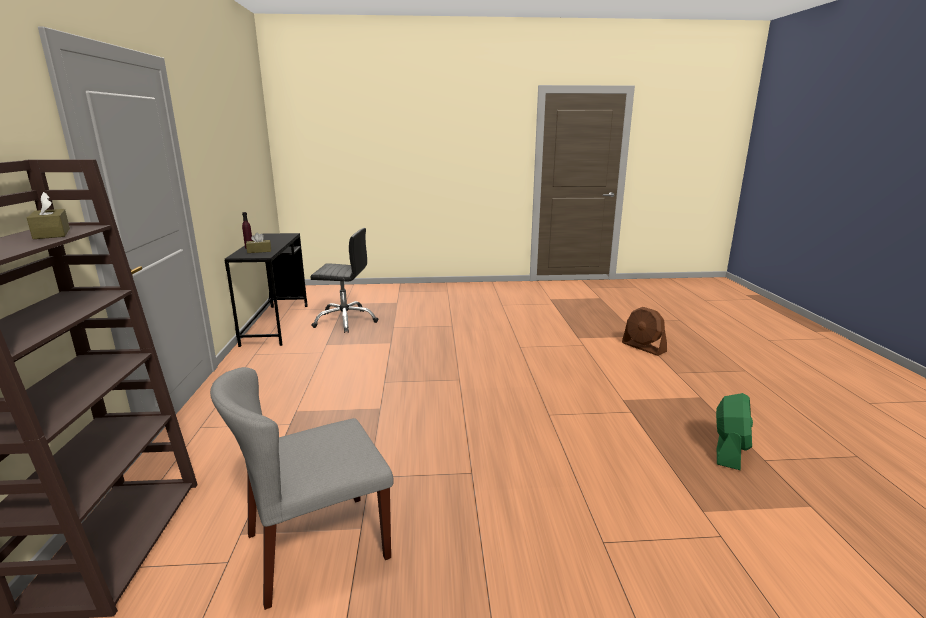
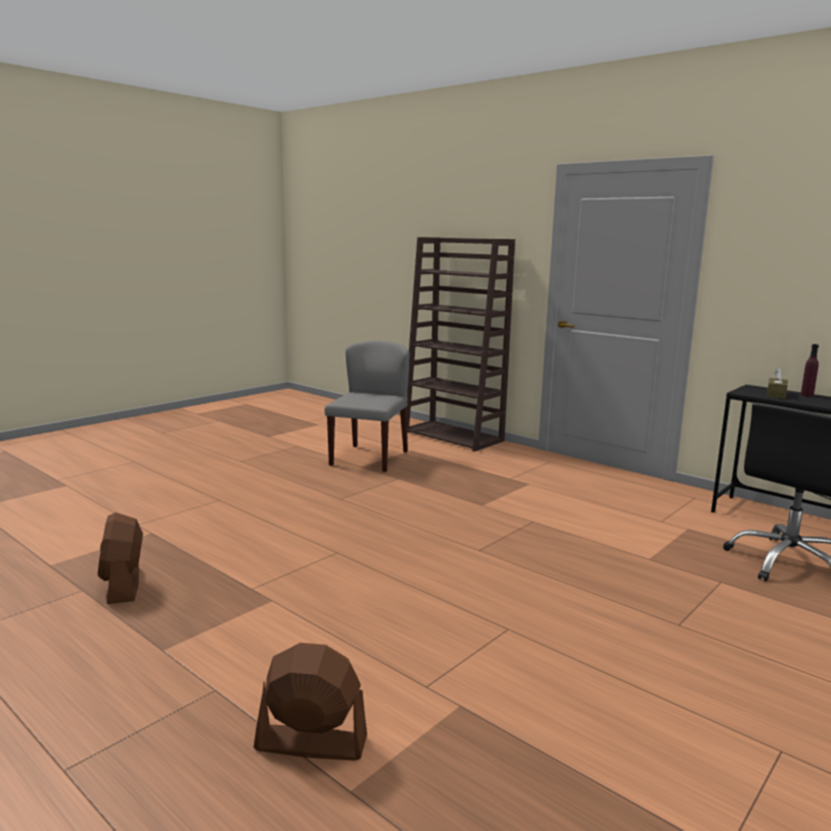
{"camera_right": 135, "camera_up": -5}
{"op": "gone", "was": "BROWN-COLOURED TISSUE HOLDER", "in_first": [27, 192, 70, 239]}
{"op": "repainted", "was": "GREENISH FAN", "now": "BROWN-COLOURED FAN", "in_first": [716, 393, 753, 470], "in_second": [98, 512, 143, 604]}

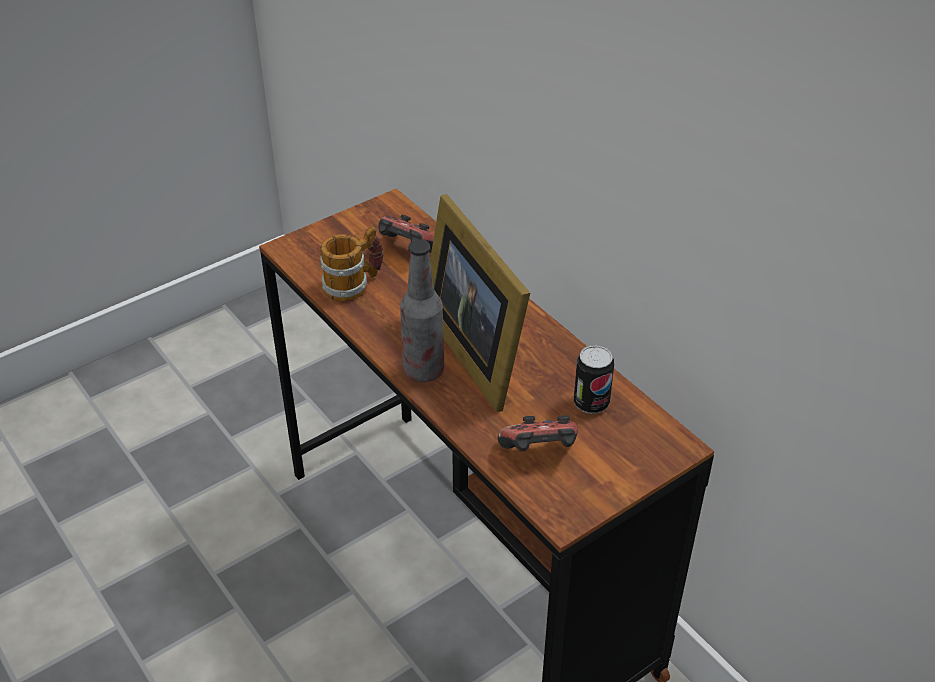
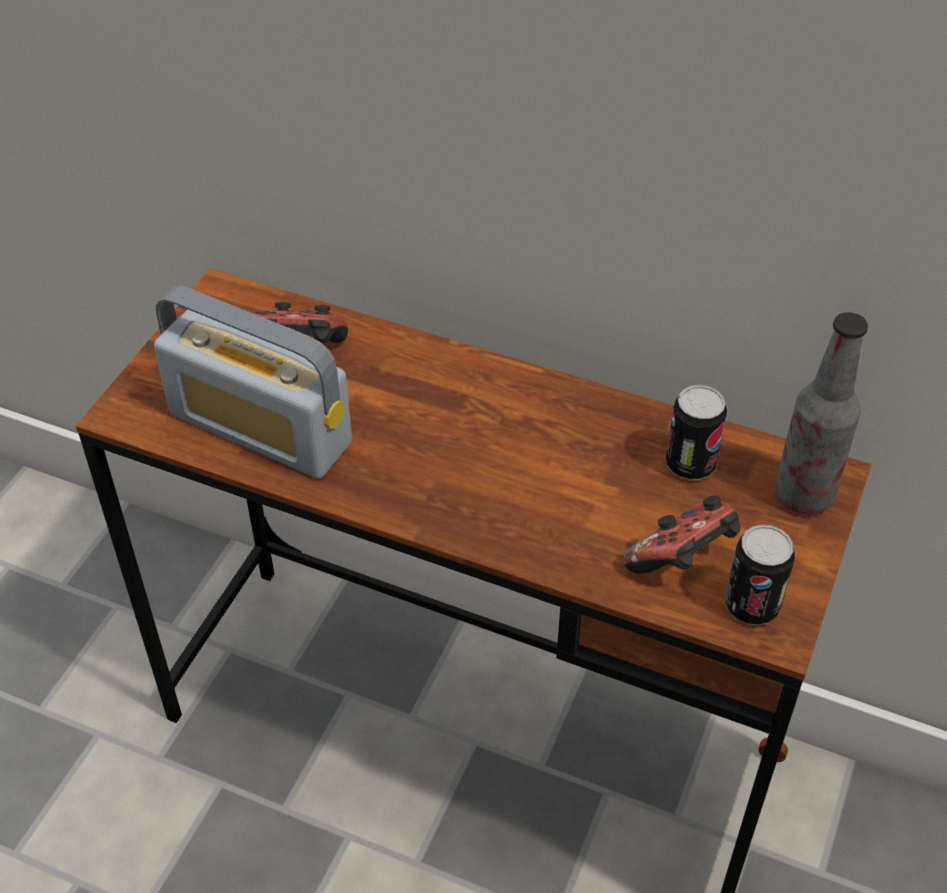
{"camera_right": -30, "camera_up": 5}
{"op": "swapped", "was": "MUG", "now": "RADIO RECEIVER", "in_first": [320, 226, 384, 301], "in_second": [154, 286, 352, 479]}
{"op": "shifted", "was": "DRINK BOTTLE", "in_first": [400, 240, 444, 382], "in_second": [775, 312, 868, 514]}
{"op": "gone", "was": "PICTURE FRAME", "in_first": [430, 194, 530, 412]}
{"op": "new", "now": "SEALED CAN", "in_second": [725, 524, 795, 626]}

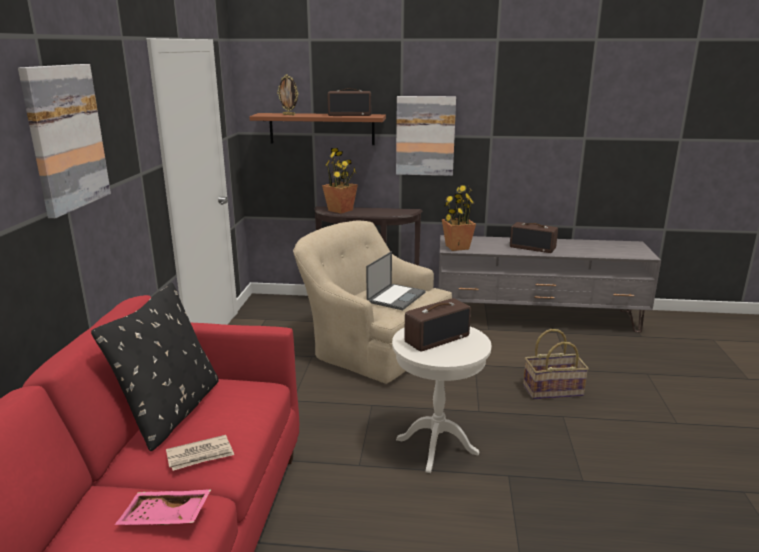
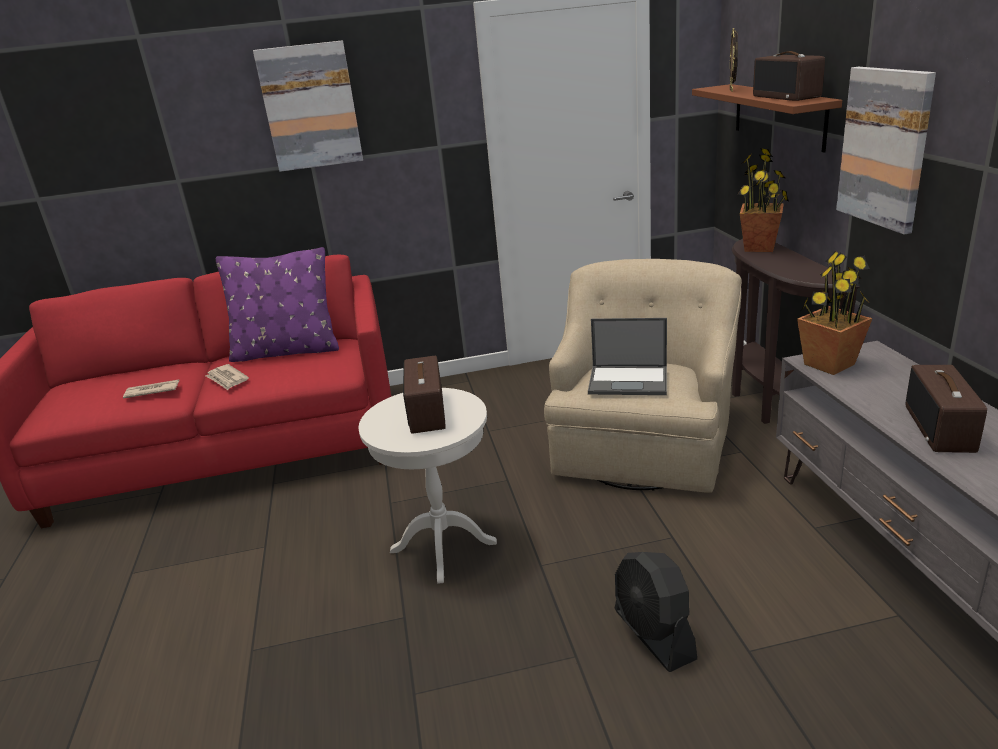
{"camera_right": 75, "camera_up": 5}
{"op": "repainted", "was": "BLACK THROW PILLOW", "now": "PURPLE THROW PILLOW", "in_first": [91, 282, 219, 451], "in_second": [216, 247, 339, 362]}
{"op": "swapped", "was": "PINK-COLOURED CARRYING TRAY", "now": "NEWSPAPER", "in_first": [115, 489, 212, 525], "in_second": [123, 379, 179, 398]}
{"op": "rotated", "was": "RADIO RECEIVER", "in_first": [404, 298, 471, 352], "in_second": [403, 356, 446, 434], "clockwise": 45}
{"op": "swapped", "was": "STORAGE BASKET", "now": "BLACK FAN", "in_first": [523, 329, 589, 400], "in_second": [615, 552, 697, 672]}

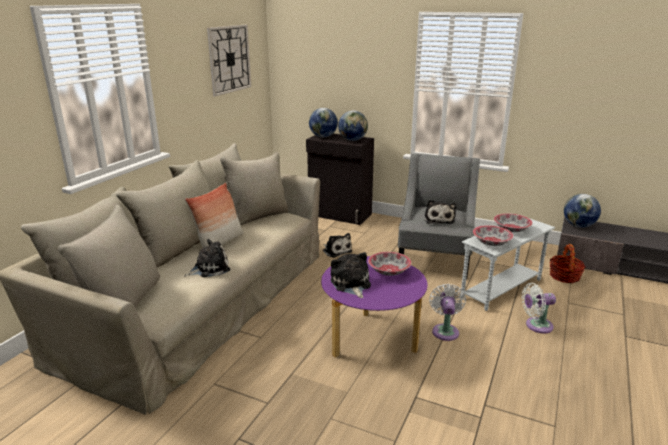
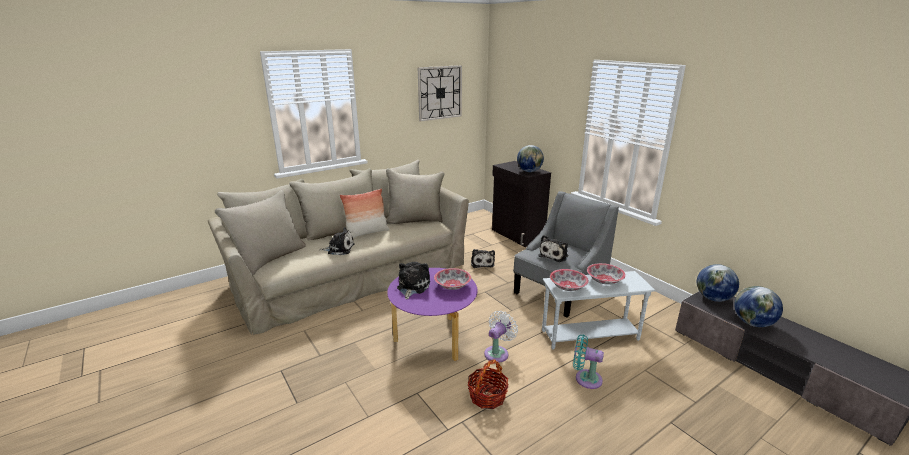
{"camera_right": 30, "camera_up": 0}
{"op": "shifted", "was": "DESK GLOBE", "in_first": [309, 108, 338, 138], "in_second": [734, 286, 783, 327]}
{"op": "repainted", "was": "WHITE-COLOURED FAN", "now": "BLUE-GREEN FAN", "in_first": [521, 283, 556, 333], "in_second": [573, 334, 604, 389]}
{"op": "shifted", "was": "STORAGE BASKET", "in_first": [549, 244, 586, 283], "in_second": [468, 359, 509, 409]}

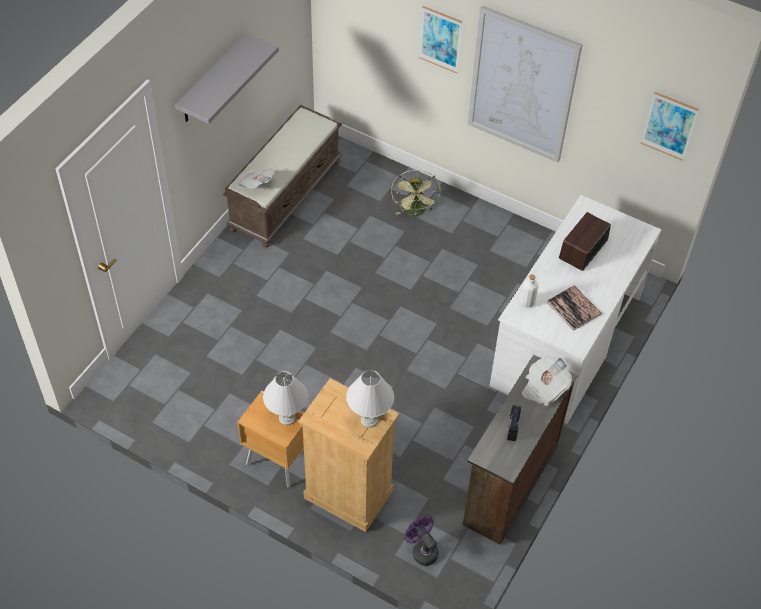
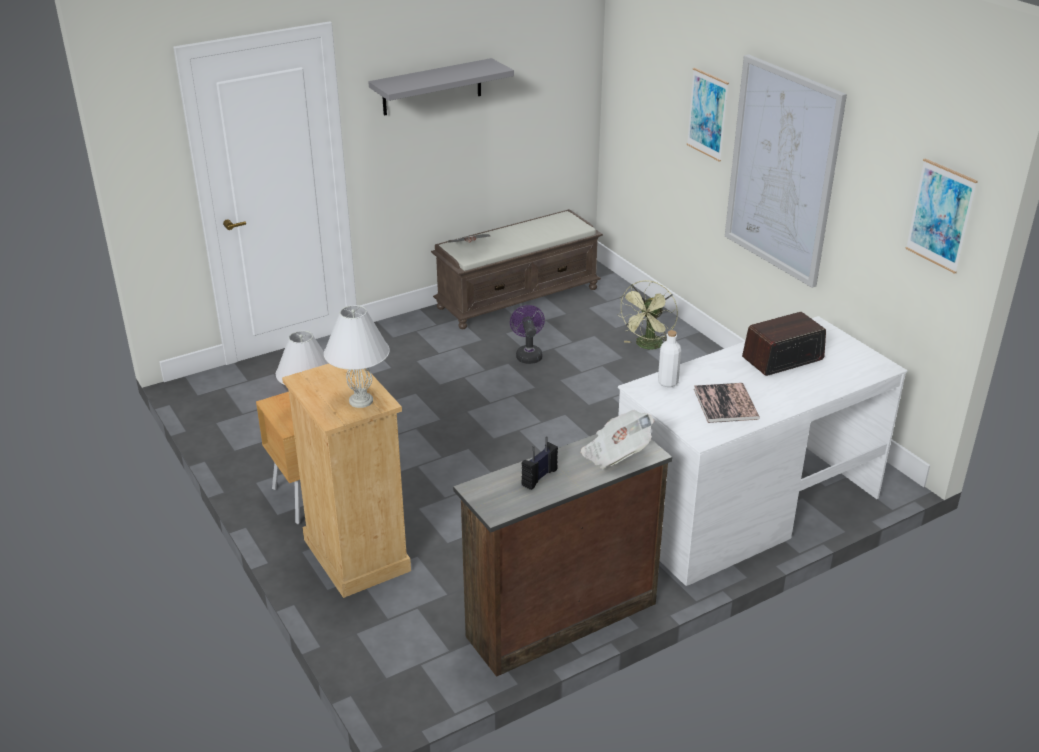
{"camera_right": 30, "camera_up": -20}
{"op": "shifted", "was": "PURPLE FAN", "in_first": [405, 516, 439, 566], "in_second": [510, 305, 545, 364]}

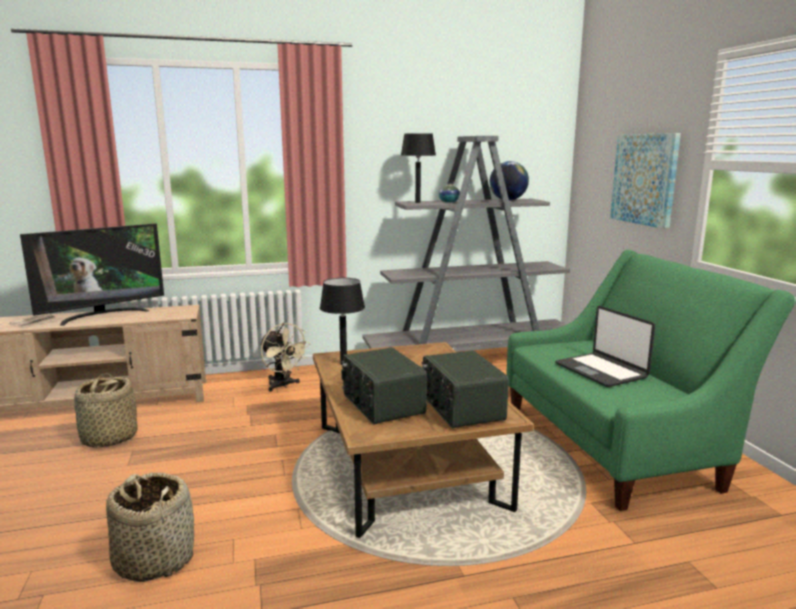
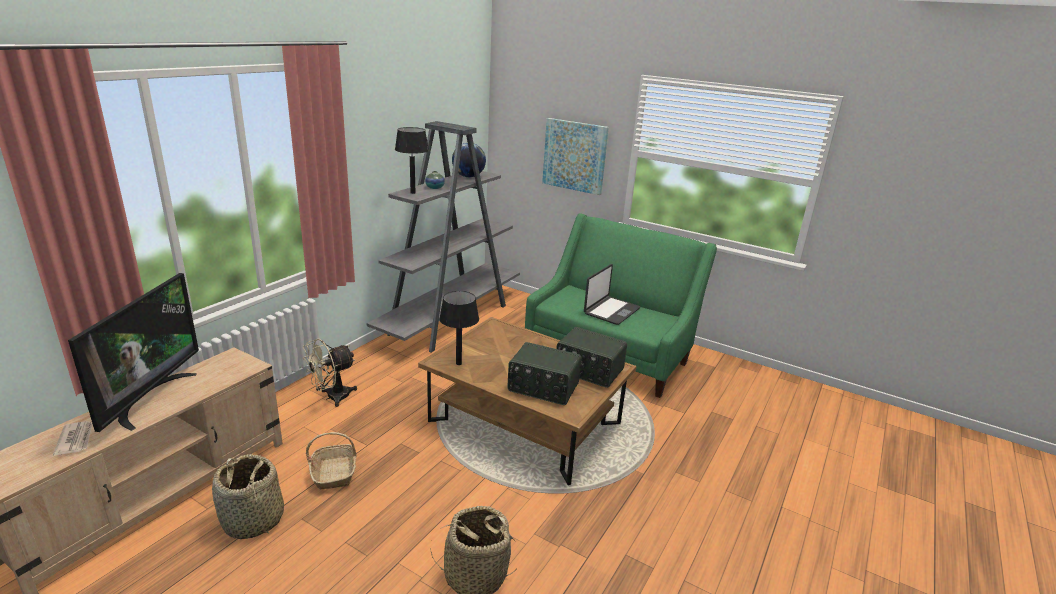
{"camera_right": -45, "camera_up": 10}
{"op": "rotated", "was": "BEIGE-COLOURED FAN", "in_first": [260, 323, 311, 392], "in_second": [303, 339, 357, 407], "clockwise": 135}
{"op": "rotated", "was": "PORTABLE COMPUTER", "in_first": [555, 306, 655, 387], "in_second": [584, 264, 640, 325], "clockwise": -75}
{"op": "new", "now": "STORAGE BASKET", "in_second": [306, 432, 357, 490]}

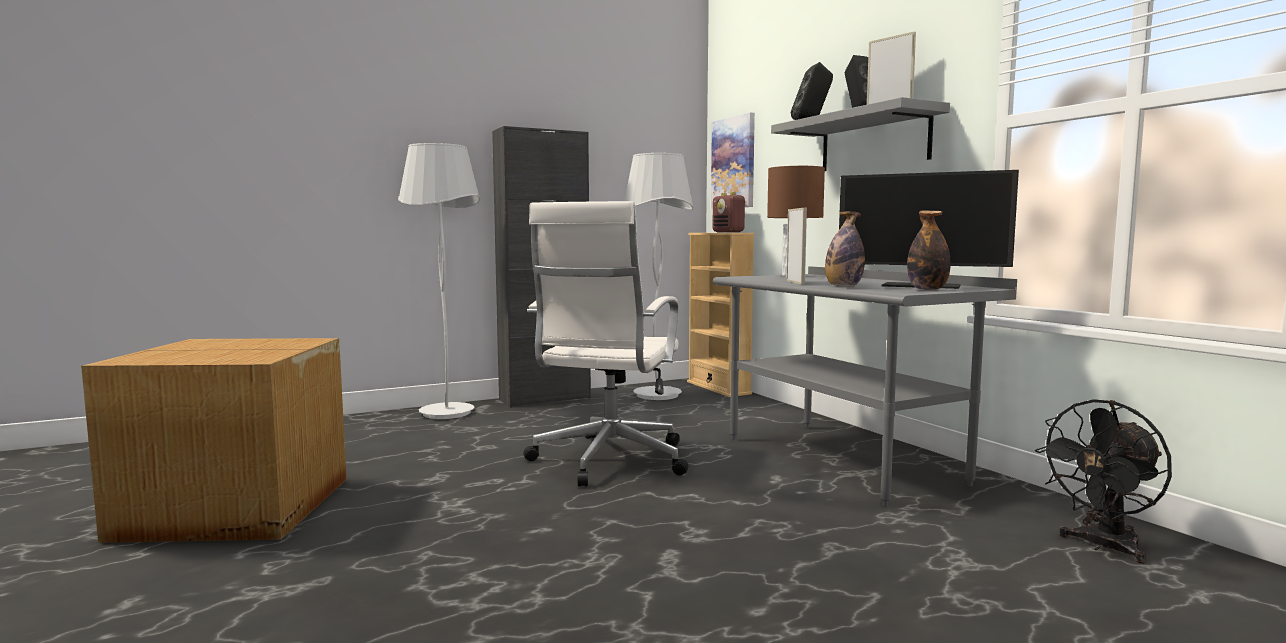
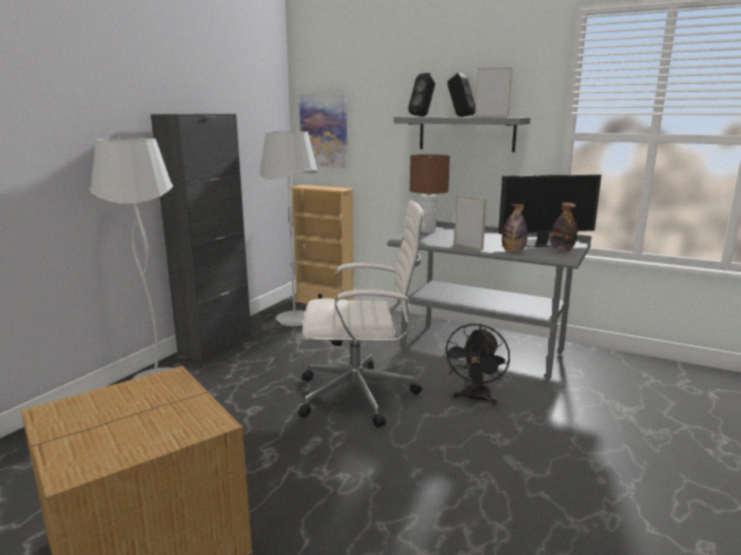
{"camera_right": -35, "camera_up": 10}
{"op": "rotated", "was": "WHITE-COLOURED DESK CHAIR", "in_first": [523, 201, 689, 487], "in_second": [298, 200, 426, 428], "clockwise": -75}
{"op": "gone", "was": "RADIO RECEIVER", "in_first": [712, 192, 746, 232]}
{"op": "shifted", "was": "BLACK FAN", "in_first": [1035, 399, 1172, 564], "in_second": [443, 324, 510, 406]}

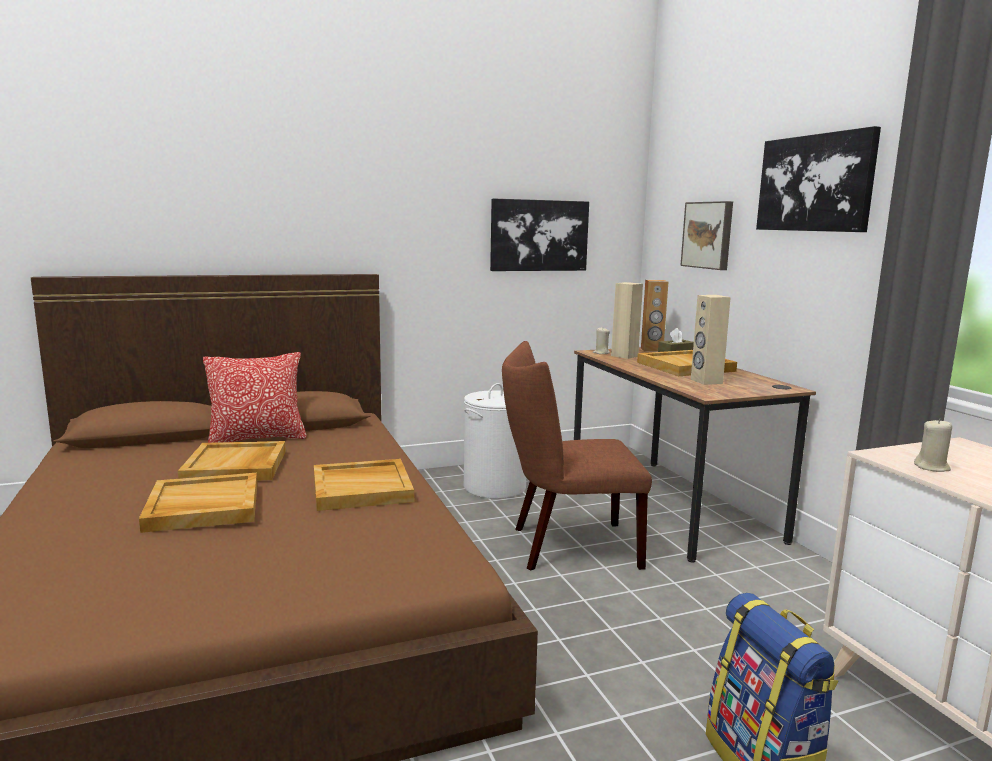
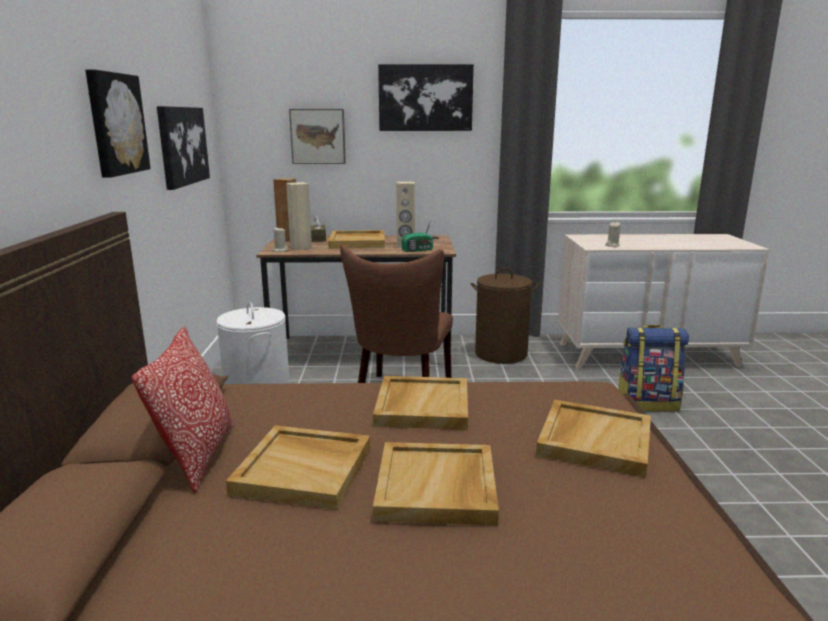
{"camera_right": -70, "camera_up": 5}
{"op": "new", "now": "WALL PICTURE", "in_second": [85, 70, 151, 178]}
{"op": "new", "now": "RADIO RECEIVER", "in_second": [402, 220, 434, 252]}
{"op": "new", "now": "BROWN-COLOURED HAMPER", "in_second": [471, 268, 538, 364]}
{"op": "new", "now": "BEIGE-COLOURED CARRYING TRAY", "in_second": [536, 400, 651, 478]}

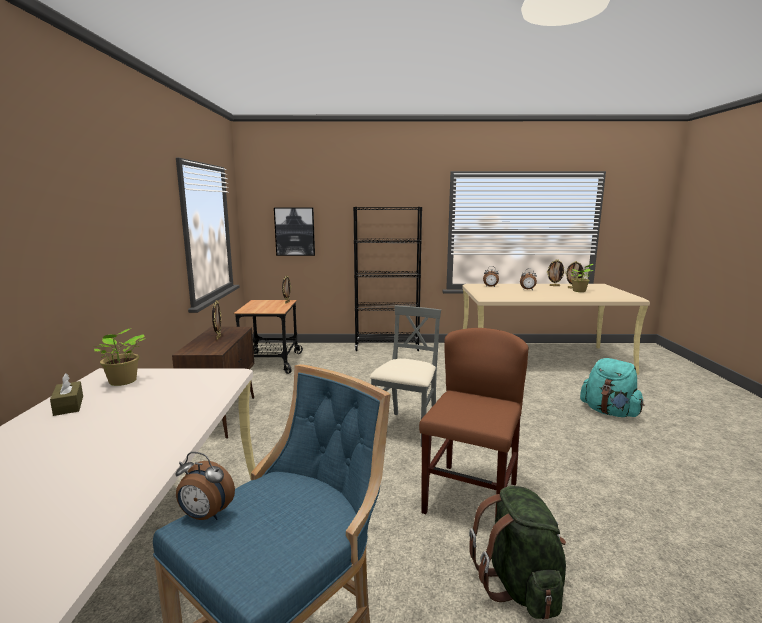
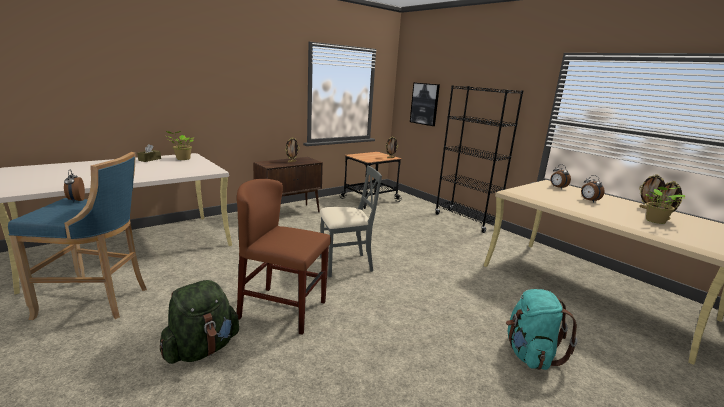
{"camera_right": 50, "camera_up": 5}
{"op": "rotated", "was": "BROWN-COLOURED PLAIN CHAIR", "in_first": [419, 328, 529, 518], "in_second": [237, 179, 331, 335], "clockwise": -150}

